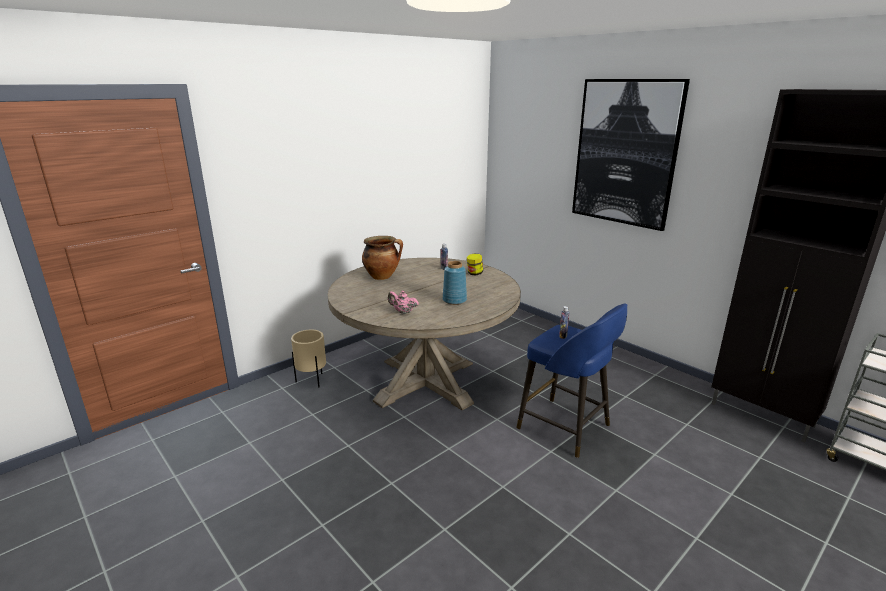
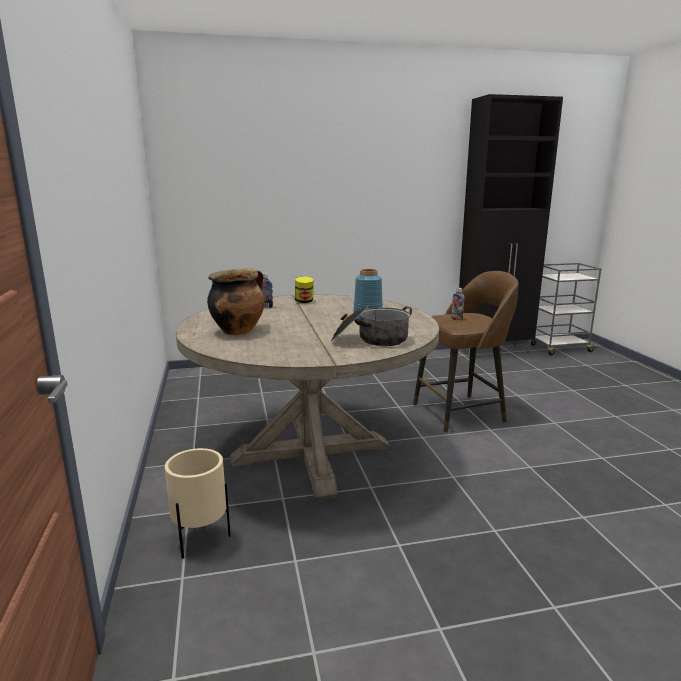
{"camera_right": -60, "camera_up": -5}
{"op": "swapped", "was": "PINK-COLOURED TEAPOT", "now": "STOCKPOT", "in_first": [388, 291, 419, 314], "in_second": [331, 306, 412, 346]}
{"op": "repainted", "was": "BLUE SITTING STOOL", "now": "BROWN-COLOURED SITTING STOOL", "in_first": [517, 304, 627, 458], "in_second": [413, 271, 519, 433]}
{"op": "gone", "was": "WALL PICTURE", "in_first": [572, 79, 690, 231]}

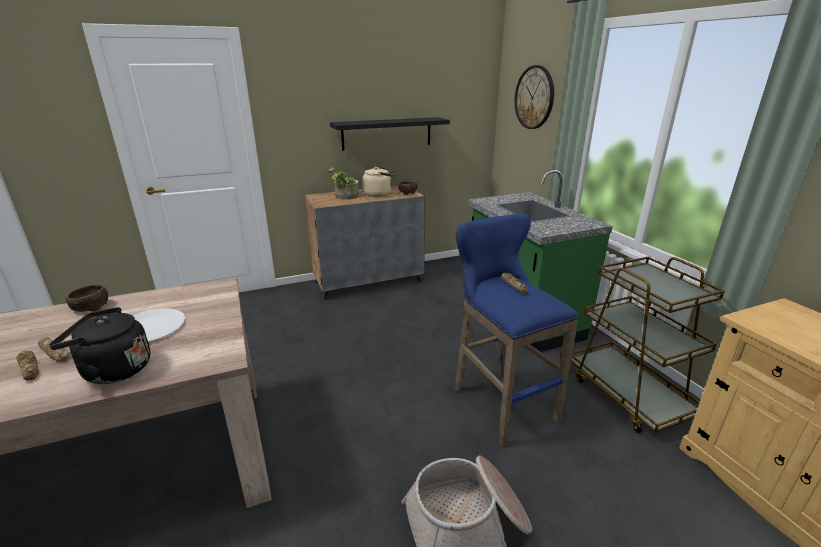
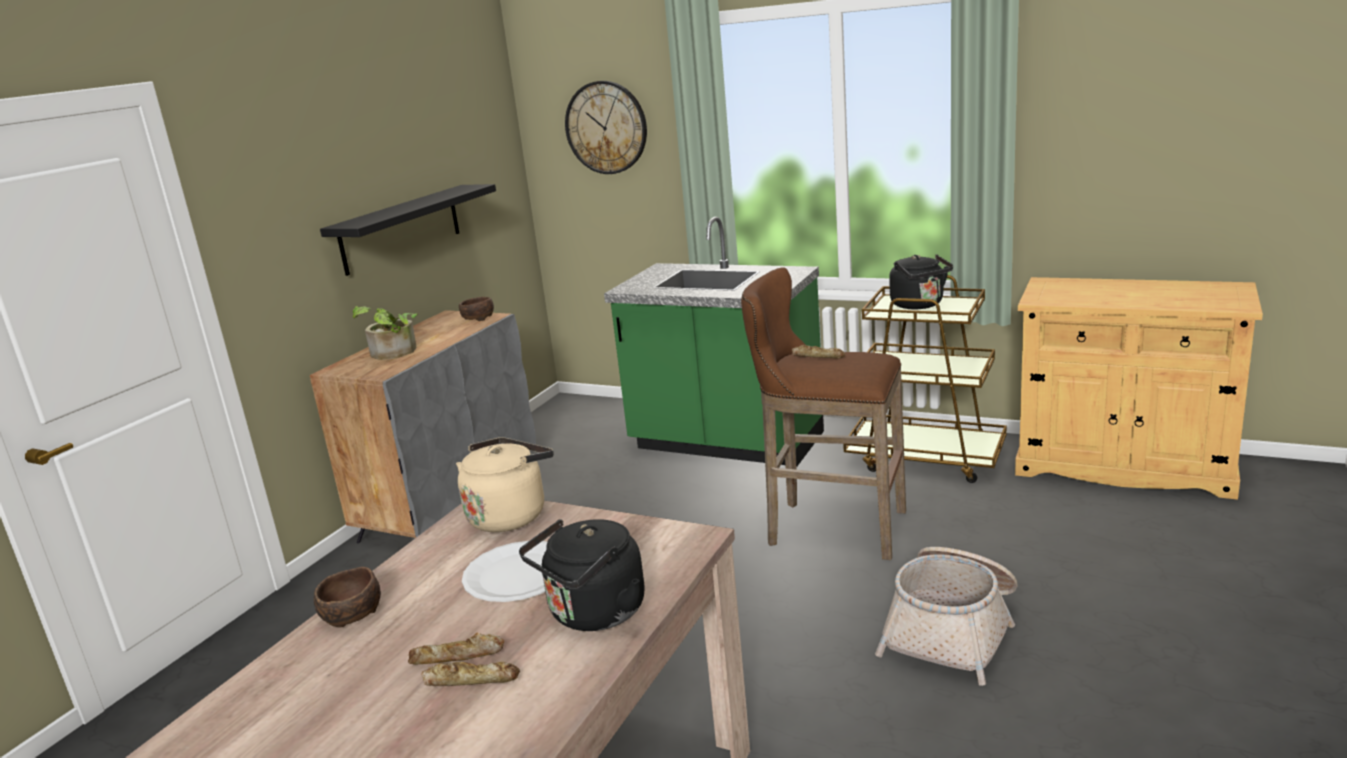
{"camera_right": -40, "camera_up": -5}
{"op": "shifted", "was": "BEIGE-COLOURED WATER KETTLE", "in_first": [363, 166, 394, 197], "in_second": [456, 437, 553, 532]}
{"op": "repainted", "was": "BLUE SITTING STOOL", "now": "BROWN-COLOURED SITTING STOOL", "in_first": [454, 214, 579, 447], "in_second": [741, 267, 906, 560]}
{"op": "new", "now": "BLACK WATER KETTLE", "in_second": [889, 255, 953, 309]}

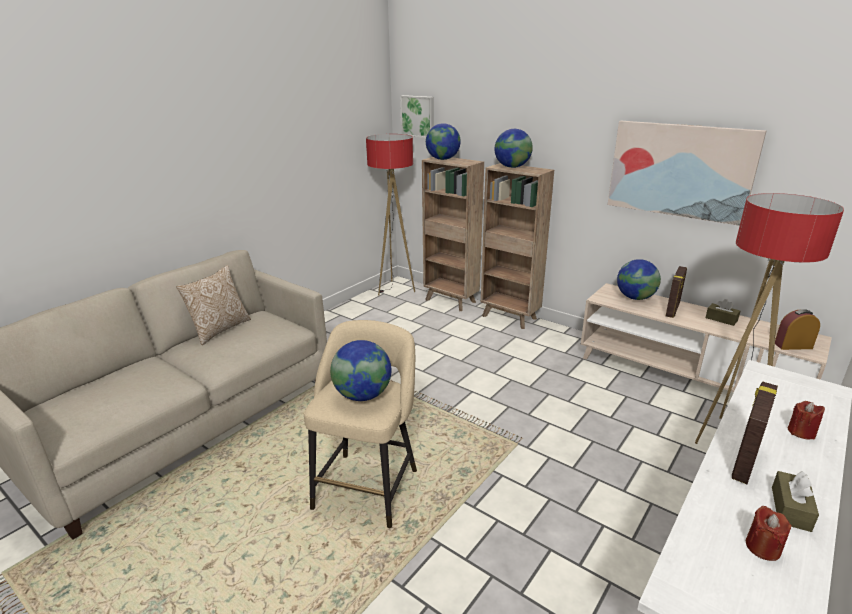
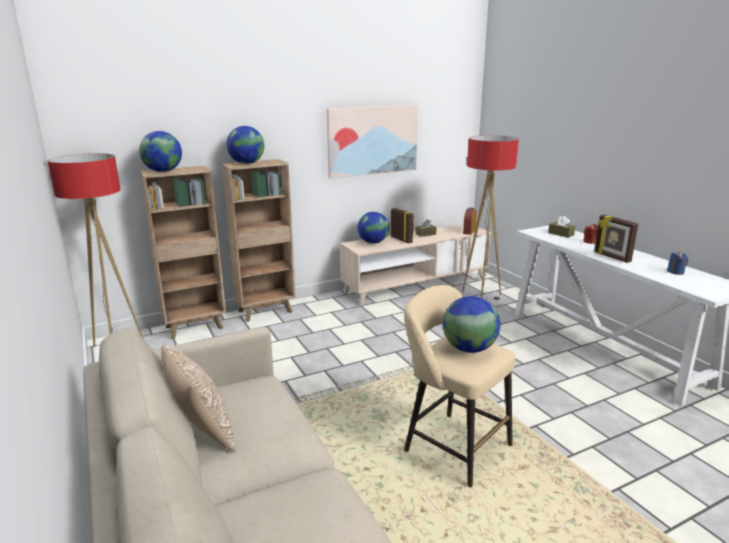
{"camera_right": -65, "camera_up": -5}
{"op": "gone", "was": "WALL PICTURE", "in_first": [400, 95, 434, 138]}
{"op": "repainted", "was": "REDDISH WAX LIGHT", "now": "BLUE WAX LIGHT", "in_first": [746, 506, 792, 561], "in_second": [667, 252, 688, 275]}
{"op": "shifted", "was": "BROWN-COLOURED TISSUE HOLDER", "in_first": [772, 471, 819, 532], "in_second": [548, 216, 575, 238]}

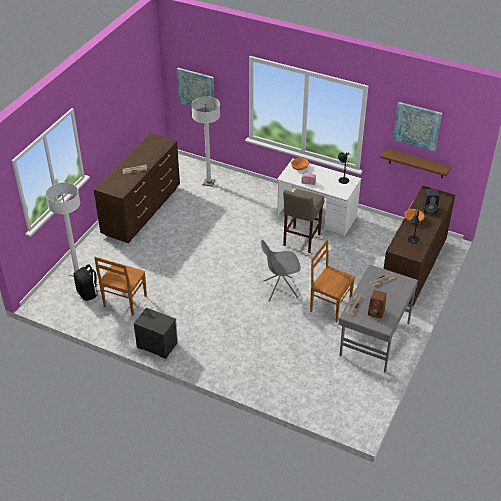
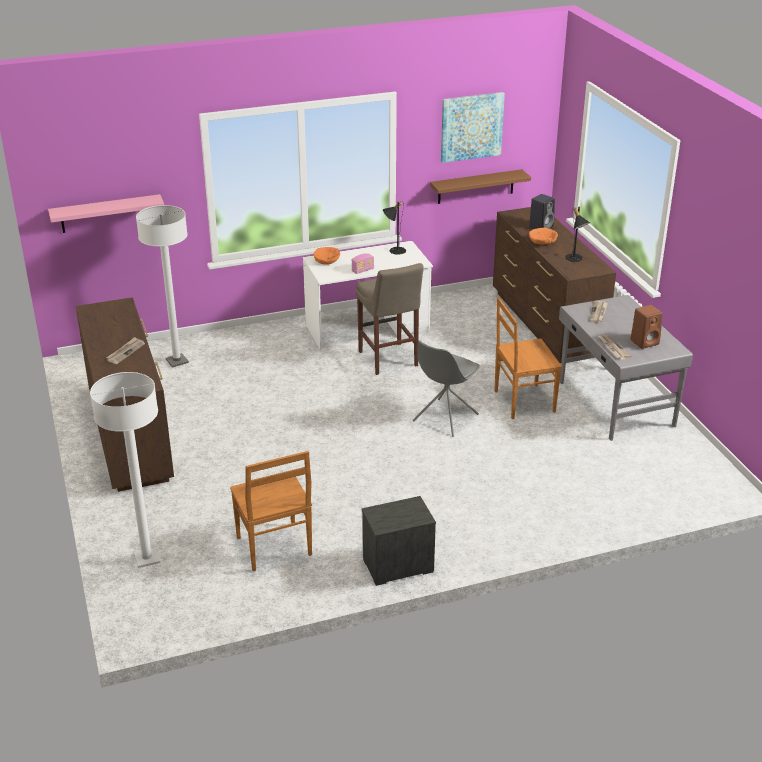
{"camera_right": -45, "camera_up": -10}
{"op": "gone", "was": "BLACK BACKPACK", "in_first": [74, 264, 101, 301]}
{"op": "swapped", "was": "WALL PICTURE", "now": "PINK-COLOURED SHELF", "in_first": [177, 68, 215, 112], "in_second": [48, 194, 164, 233]}

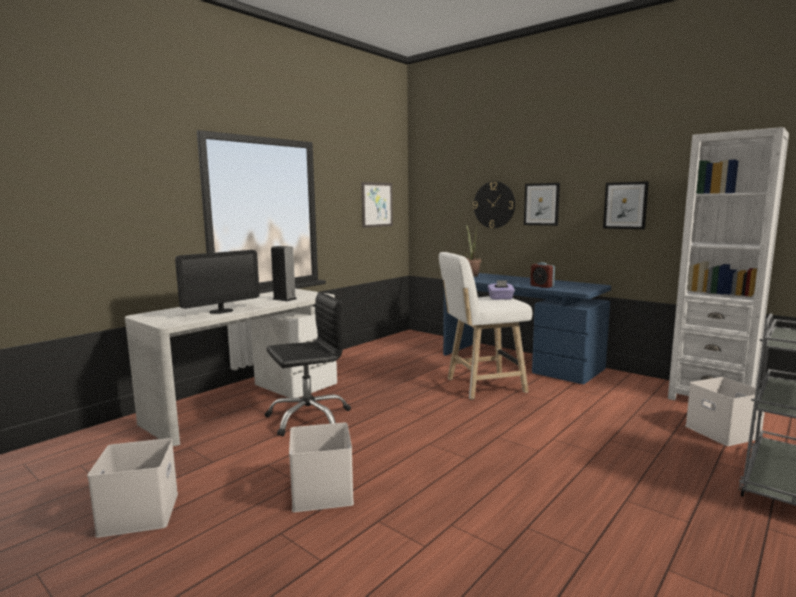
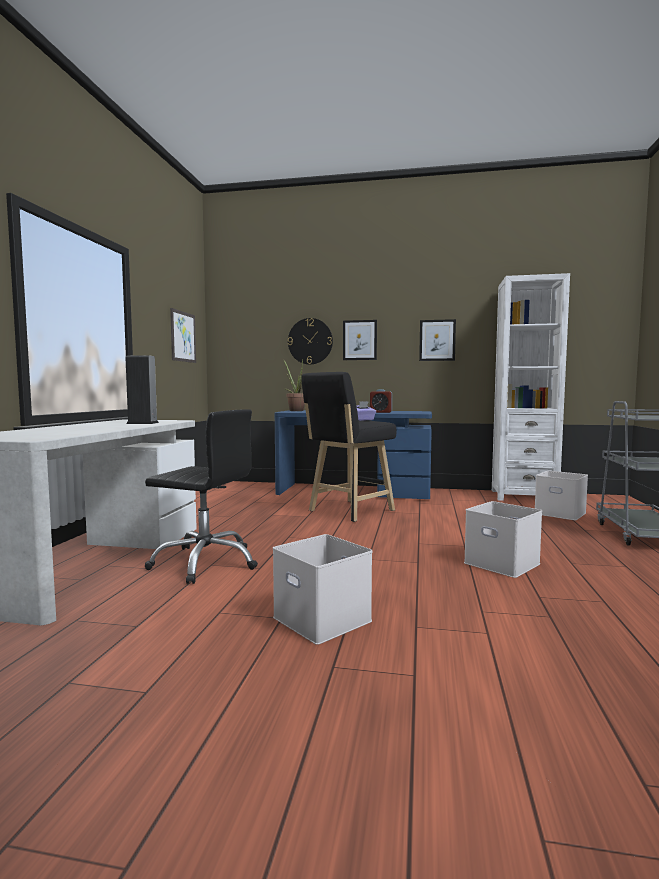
{"camera_right": -30, "camera_up": -5}
{"op": "shifted", "was": "WHITE-COLOURED STORAGE CONTAINER", "in_first": [87, 438, 178, 538], "in_second": [464, 501, 542, 578]}
{"op": "gone", "was": "COMPUTER DISPLAY", "in_first": [175, 250, 259, 314]}
{"op": "rotated", "was": "BLACK DESK CHAIR", "in_first": [265, 292, 351, 436], "in_second": [145, 409, 258, 584], "clockwise": 75}
{"op": "repainted", "was": "WHITE-COLOURED SITTING STOOL", "now": "BLACK SITTING STOOL", "in_first": [439, 252, 532, 400], "in_second": [302, 372, 396, 522]}

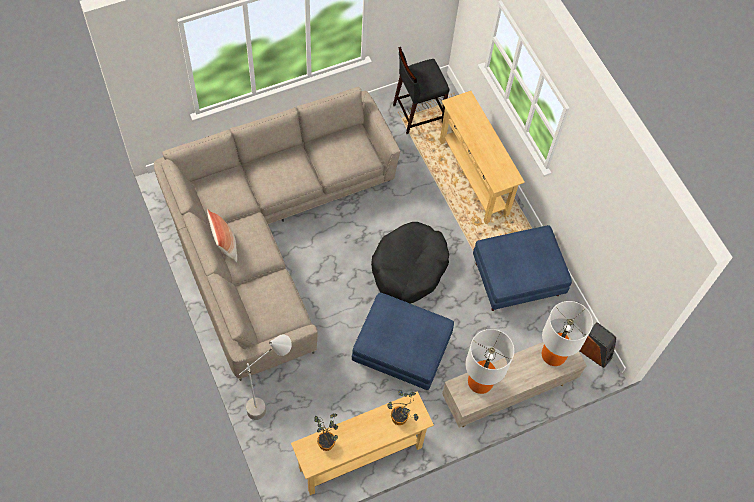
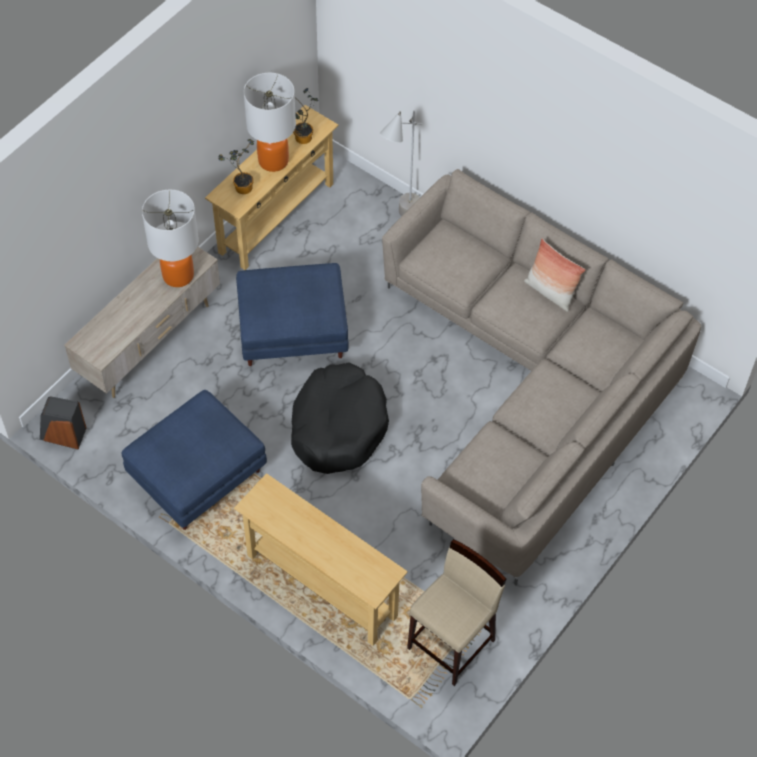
{"camera_right": 155, "camera_up": -5}
{"op": "repainted", "was": "BLACK SITTING STOOL", "now": "BEIGE-COLOURED SITTING STOOL", "in_first": [393, 47, 450, 134], "in_second": [407, 539, 506, 686]}
{"op": "shifted", "was": "LAMP FOR A TABLE", "in_first": [542, 301, 593, 366], "in_second": [244, 73, 296, 172]}

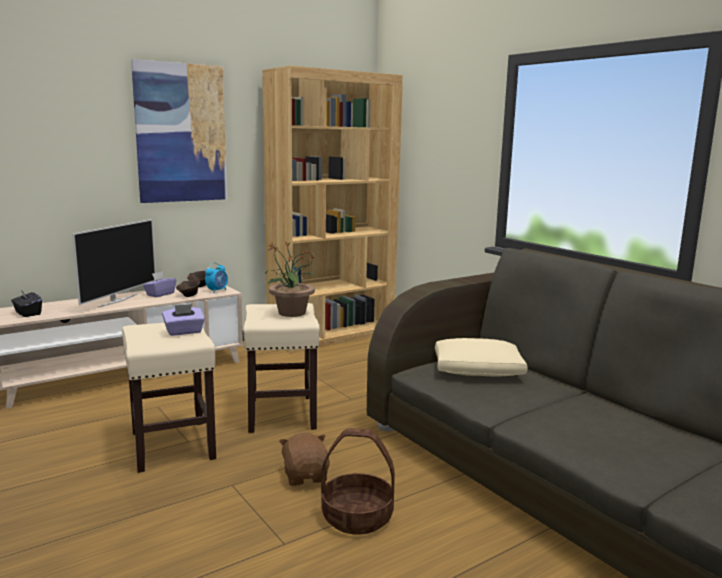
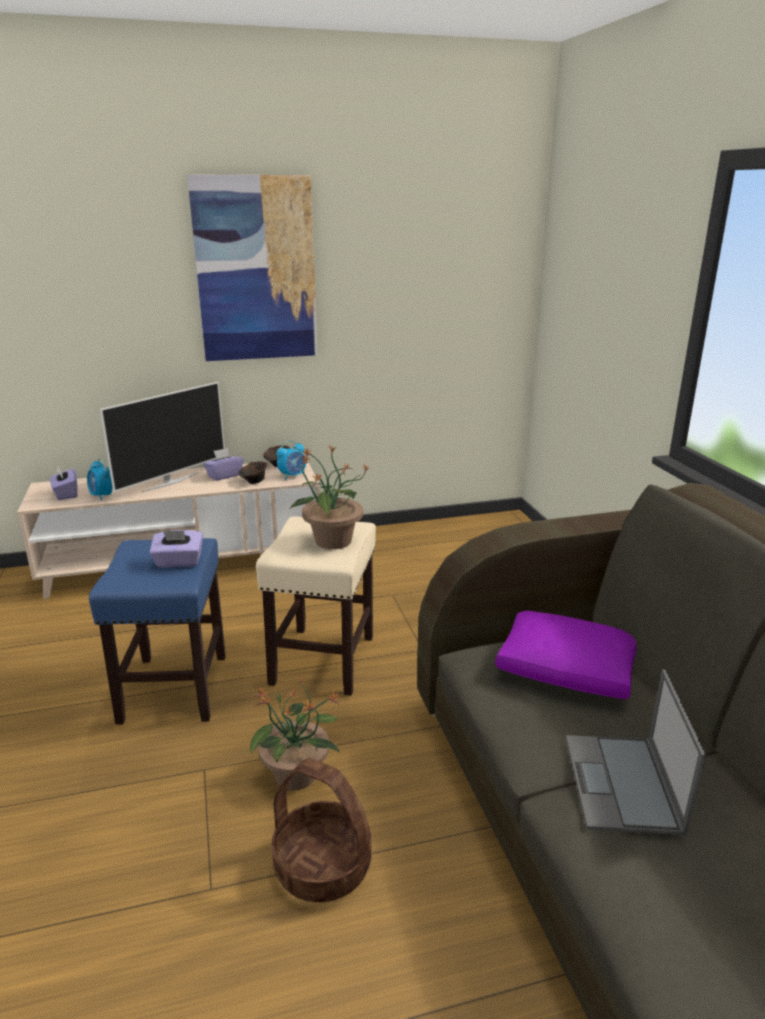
{"camera_right": 20, "camera_up": 10}
{"op": "repainted", "was": "BLACK TISSUE HOLDER", "now": "PURPLE TISSUE HOLDER", "in_first": [11, 289, 42, 317], "in_second": [50, 465, 78, 500]}
{"op": "repainted", "was": "BEIGE-COLOURED SITTING STOOL", "now": "BLUE SITTING STOOL", "in_first": [122, 323, 216, 473], "in_second": [89, 538, 226, 725]}
{"op": "gone", "was": "BROWN-COLOURED BOOKSHELF", "in_first": [262, 66, 403, 353]}
{"op": "swapped", "was": "BROWN-COLOURED SOFT TOY", "now": "HOUSEPLANT", "in_first": [279, 433, 330, 486], "in_second": [250, 677, 340, 791]}
{"op": "repainted", "was": "BEIGE-COLOURED THROW PILLOW", "now": "PURPLE THROW PILLOW", "in_first": [435, 338, 528, 377], "in_second": [495, 611, 637, 699]}
{"op": "new", "now": "TABLE CLOCK", "in_second": [87, 458, 113, 501]}
{"op": "new", "now": "PORTABLE COMPUTER", "in_second": [566, 669, 706, 835]}

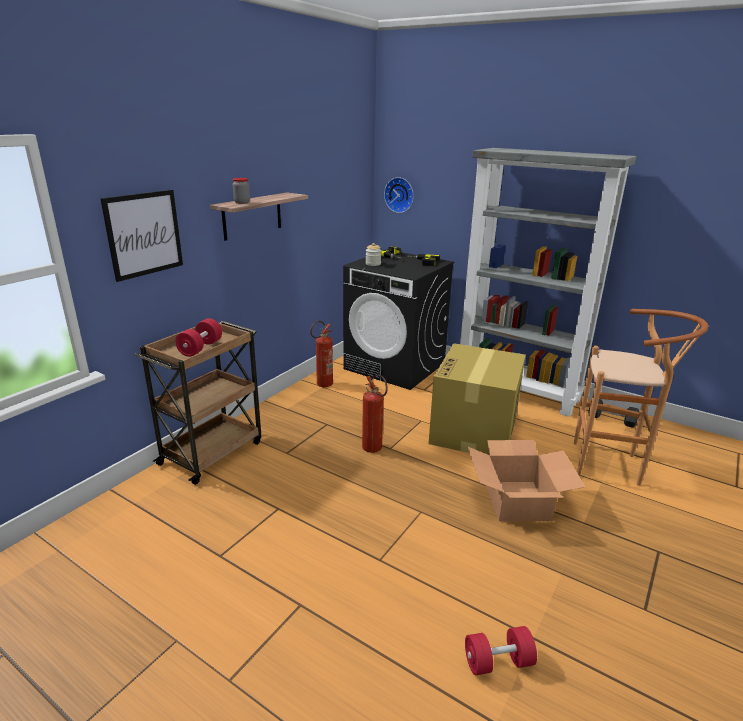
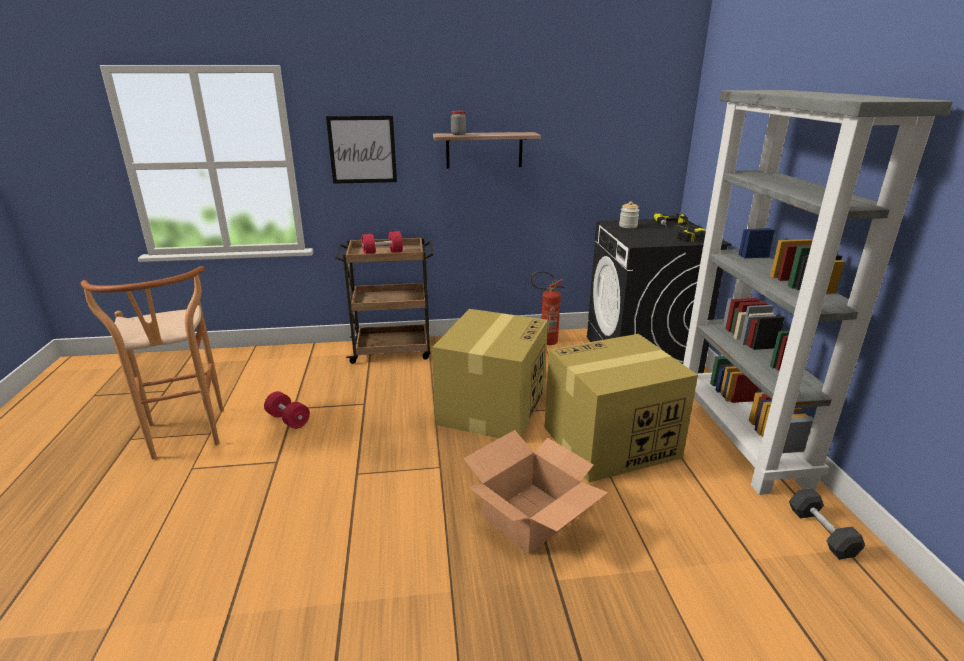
{"camera_right": 50, "camera_up": 0}
{"op": "swapped", "was": "FIRE EXTINGUISHER", "now": "PACKING BOX", "in_first": [362, 374, 388, 453], "in_second": [432, 309, 548, 438]}
{"op": "gone", "was": "CLOCK ON THE WALL", "in_first": [384, 177, 414, 213]}
{"op": "shifted", "was": "REDDISH DUMBBELL", "in_first": [465, 626, 537, 675], "in_second": [264, 391, 310, 429]}
{"op": "shifted", "was": "BROWN-COLOURED SITTING STOOL", "in_first": [574, 309, 708, 486], "in_second": [81, 266, 223, 459]}

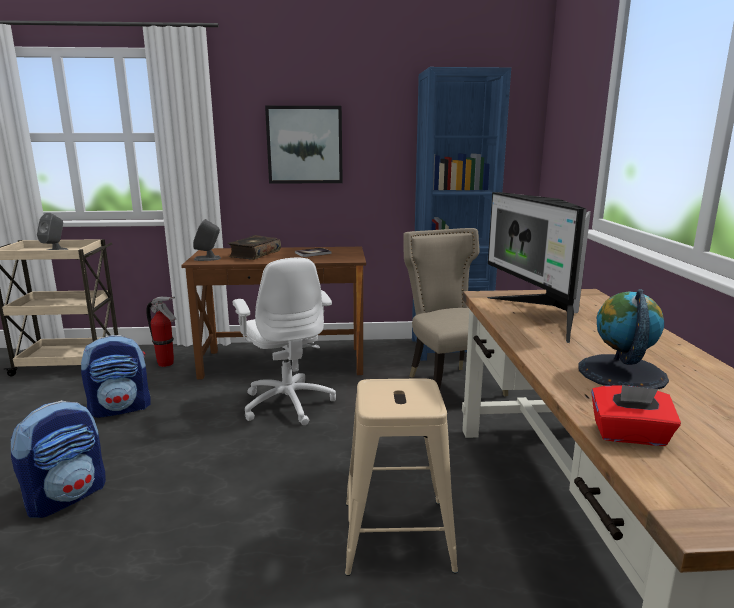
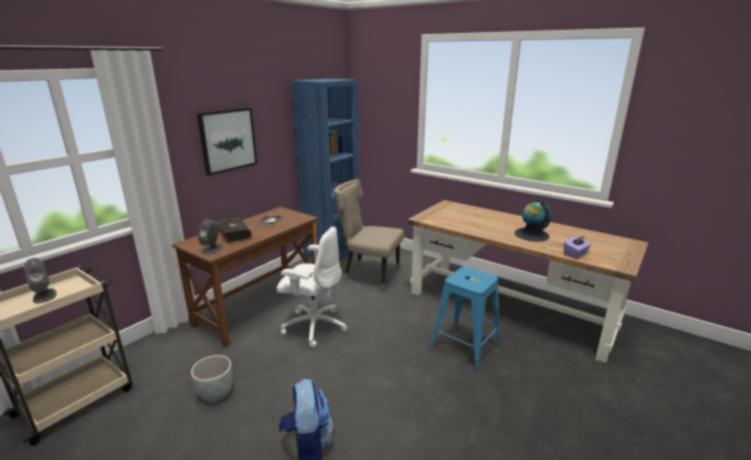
{"camera_right": -50, "camera_up": 5}
{"op": "swapped", "was": "BACKPACK", "now": "GREYISH PLANT POT", "in_first": [81, 335, 151, 418], "in_second": [191, 355, 232, 402]}
{"op": "gone", "was": "FIRE EXTINGUISHER", "in_first": [146, 297, 176, 367]}
{"op": "repainted", "was": "BEIGE-COLOURED SITTING STOOL", "now": "BLUE SITTING STOOL", "in_first": [345, 378, 458, 576], "in_second": [430, 267, 500, 371]}
{"op": "gone", "was": "COMPUTER DISPLAY", "in_first": [487, 192, 591, 343]}
{"op": "repainted", "was": "REDDISH TISSUE HOLDER", "now": "PURPLE TISSUE HOLDER", "in_first": [591, 385, 681, 446], "in_second": [564, 236, 591, 258]}

